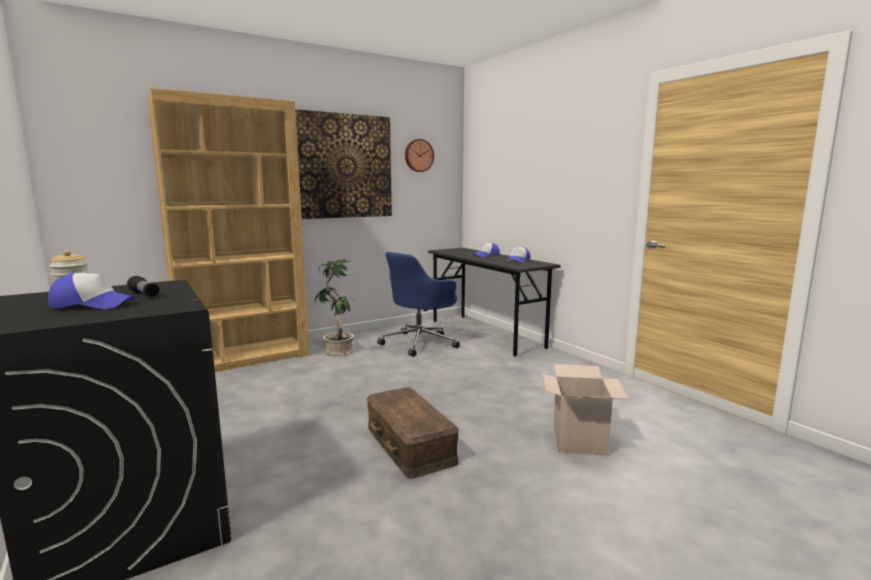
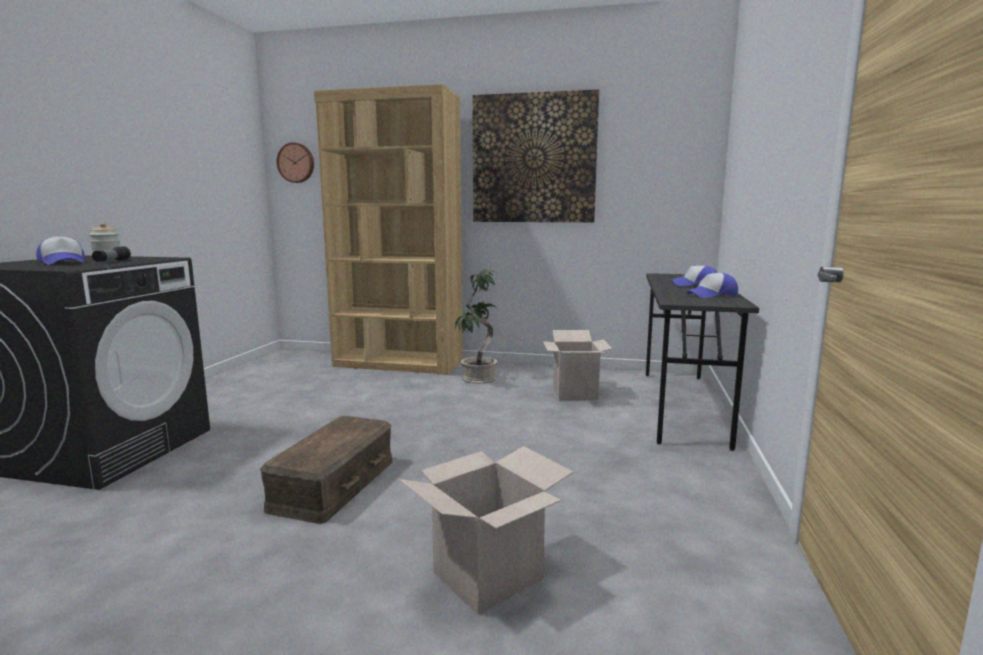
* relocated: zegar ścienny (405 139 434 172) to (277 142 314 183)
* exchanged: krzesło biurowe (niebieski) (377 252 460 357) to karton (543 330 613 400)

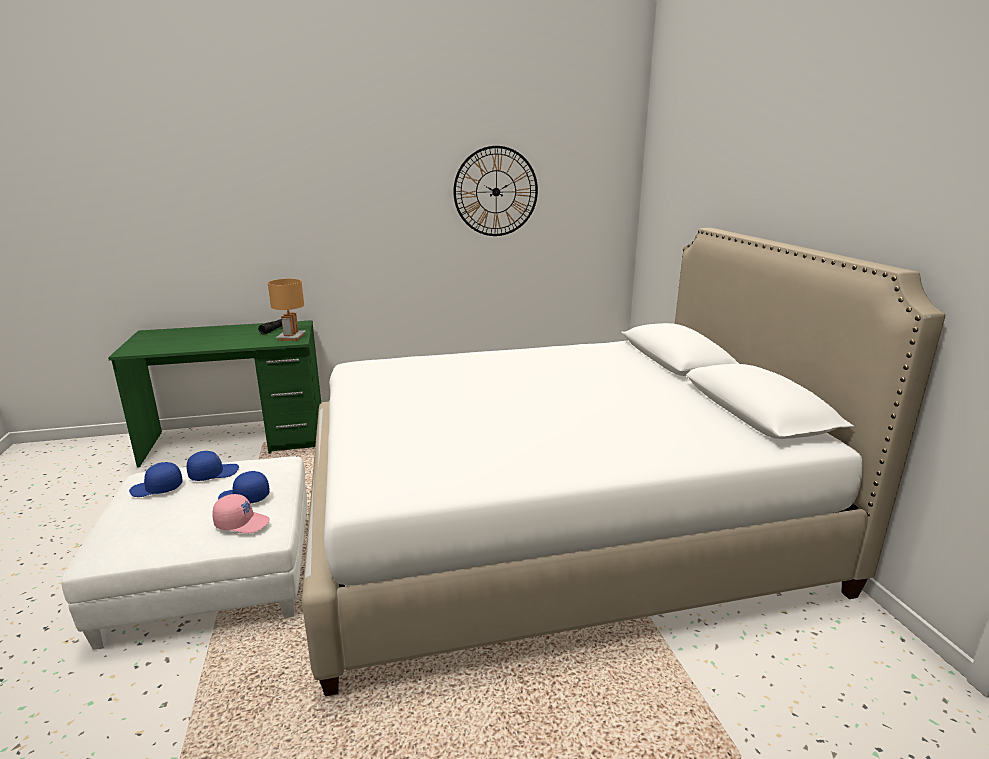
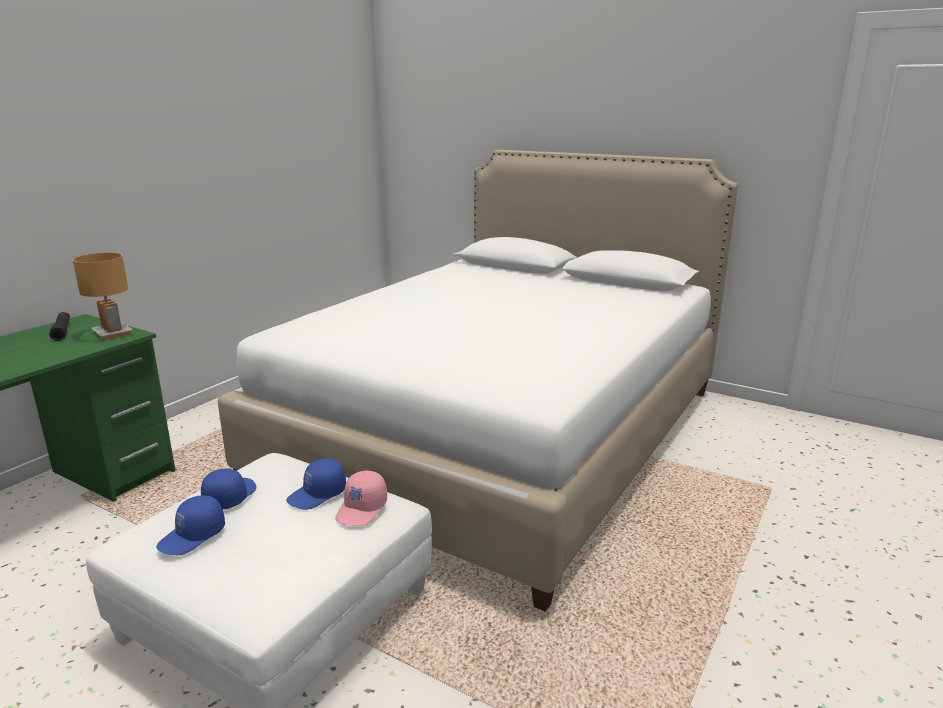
* missing: zegar ścienny (453 146 538 236)
* spun: czapka z daszkiem (różowy) (212 494 270 534) = (335 471 387 526) 150 degrees clockwise

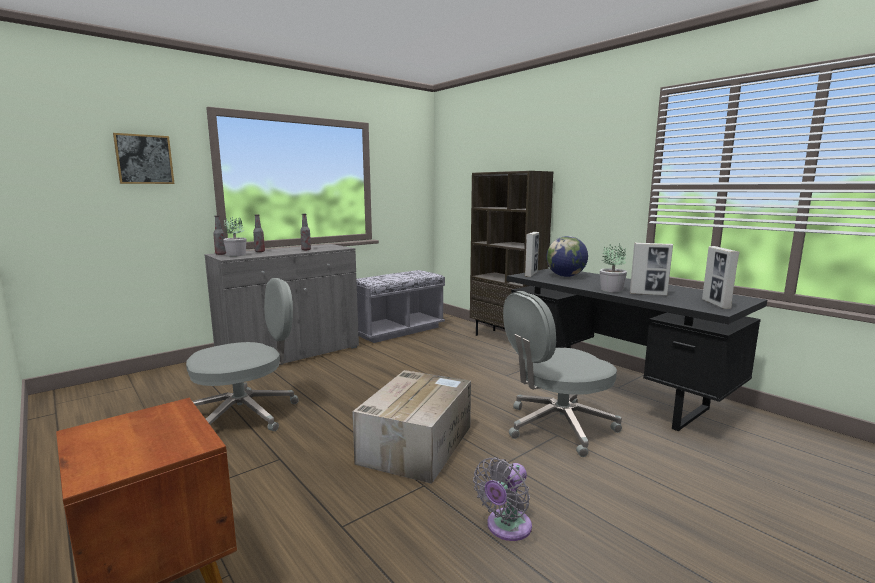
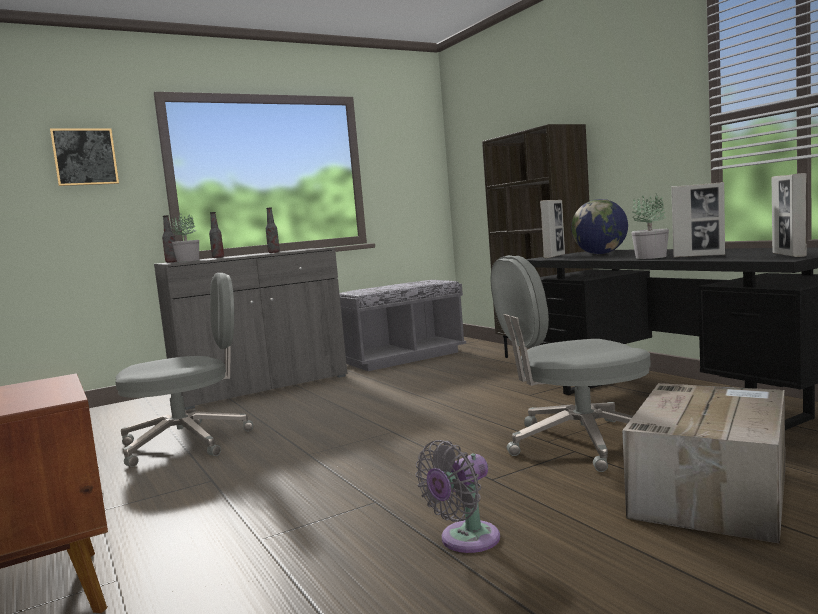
* relocated: karton (352 370 471 484) to (622 383 785 544)

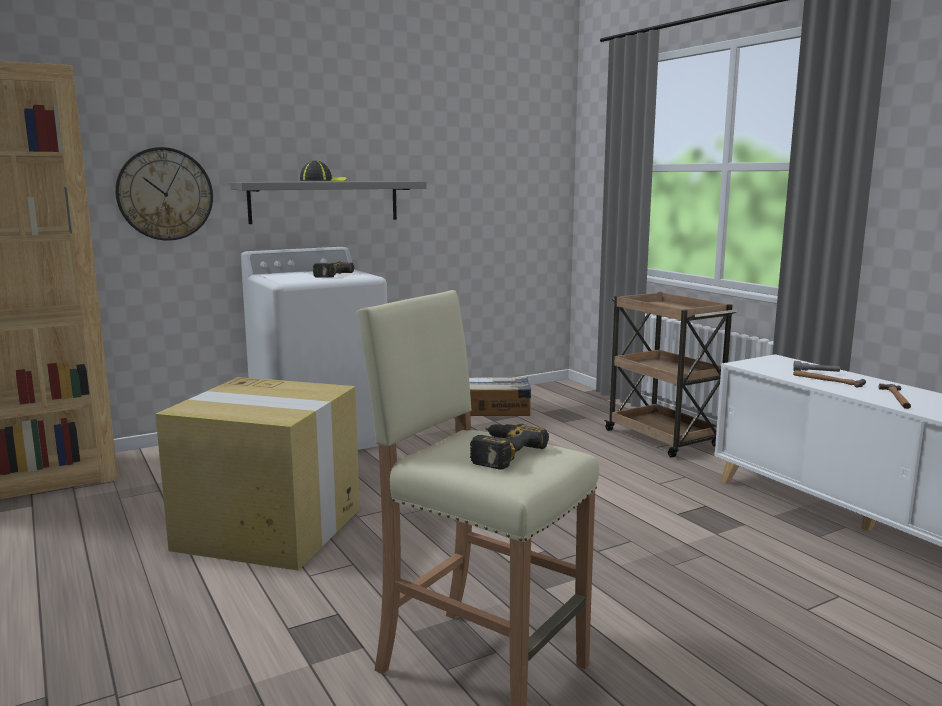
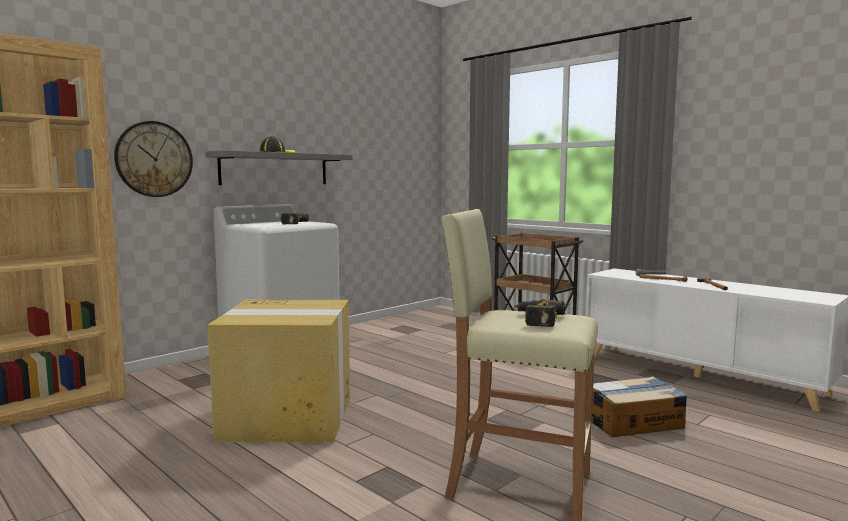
* relocated: karton (469 377 531 416) to (592 376 688 437)

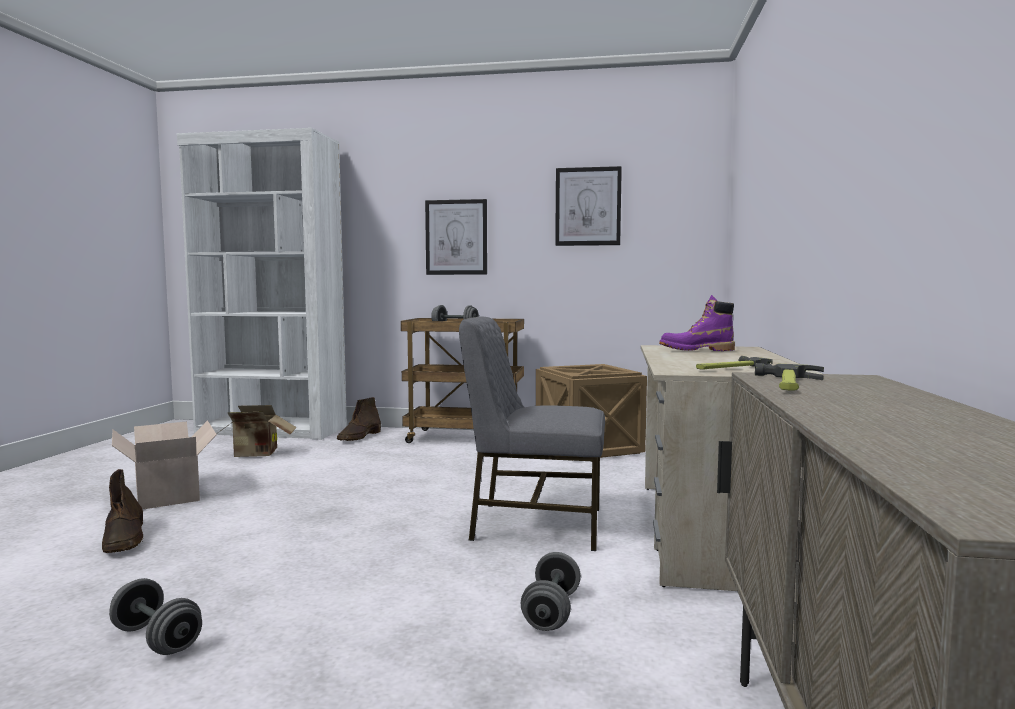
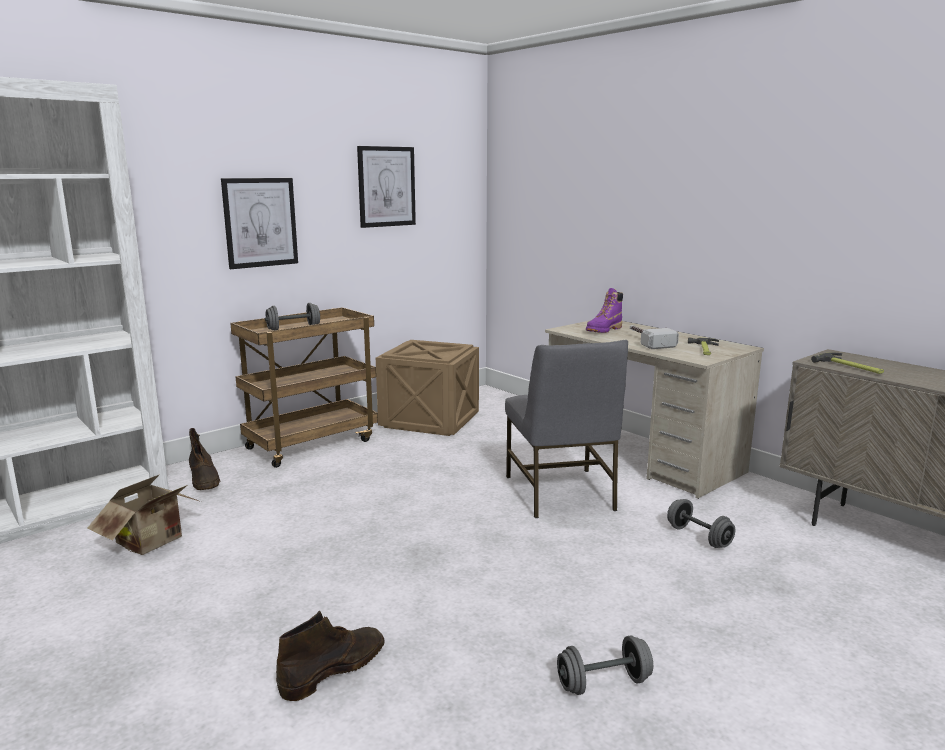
* spun: krzesło (szary) (459 317 605 551) = (505 340 628 518) 60 degrees counterclockwise
* missing: karton (112 420 217 510)
* spun: but z cholewką (brązowy) (102 469 143 553) = (276 611 385 701) 60 degrees counterclockwise
* appeared: młotek (630 325 679 349)

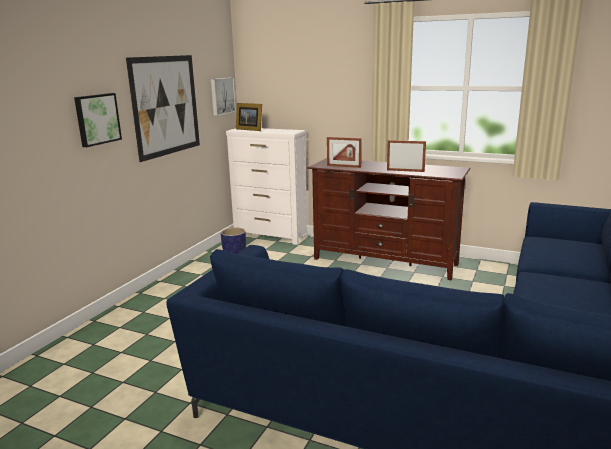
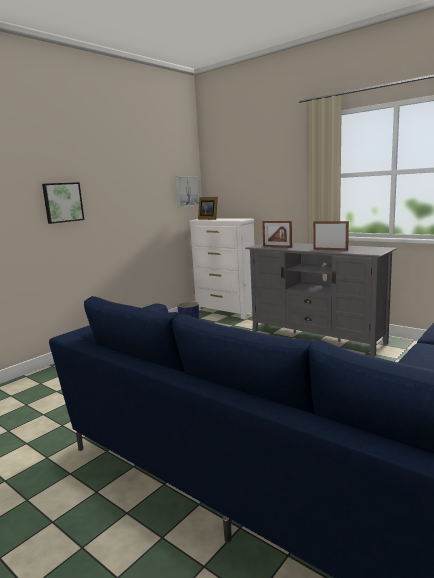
* missing: obraz (126 55 200 162)
* colour: szafka pod telewizor (brązowy) (307 158 471 280) to szafka pod telewizor (szary) (245 243 397 357)

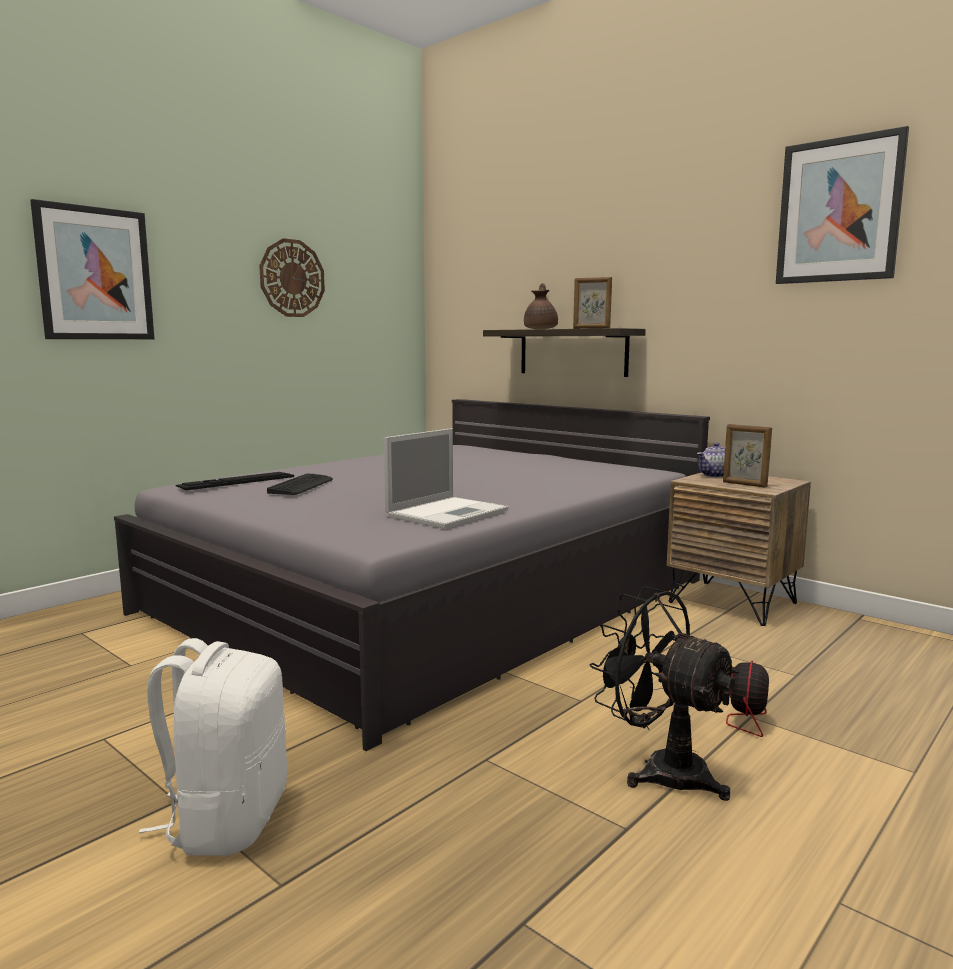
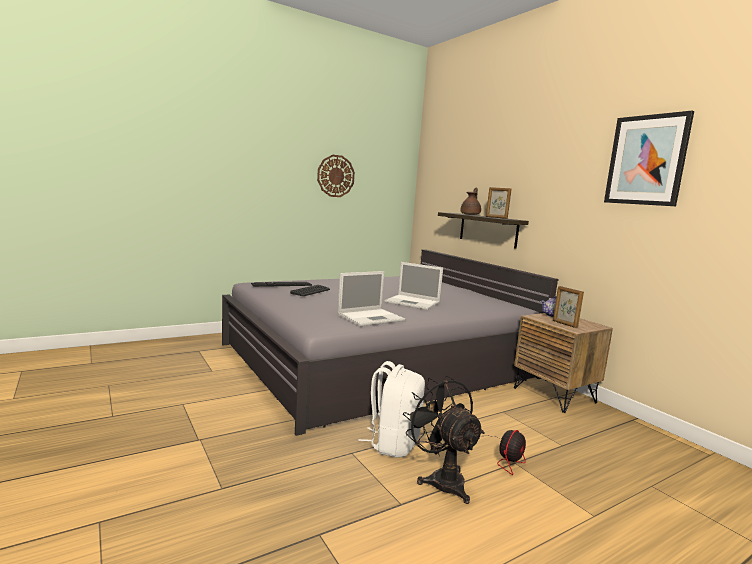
* missing: obraz (30 199 155 339)
* relocated: plecak (biały) (139 638 287 856) to (358 361 425 458)
* appeared: laptop (384 262 443 310)

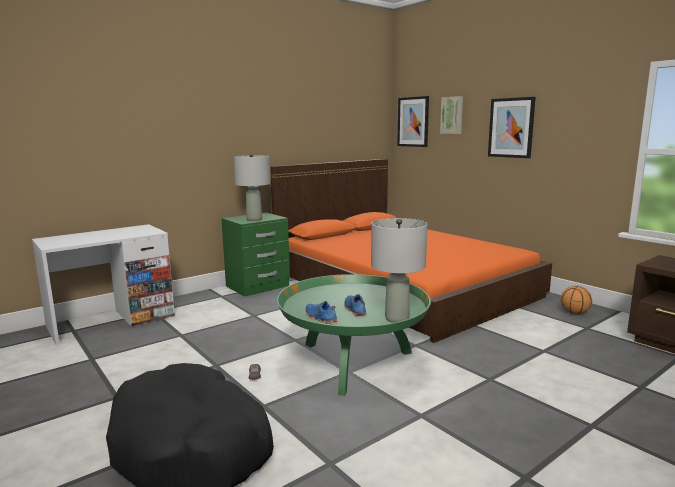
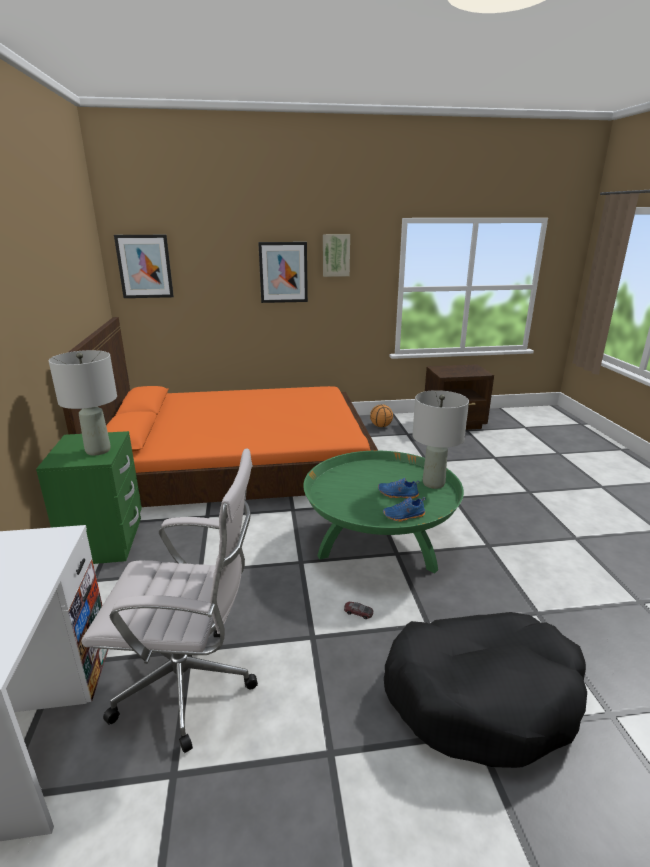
* relocated: obraz (440 96 463 134) to (323 234 350 277)
* appeared: krzesło biurowe (biały) (81 448 258 753)

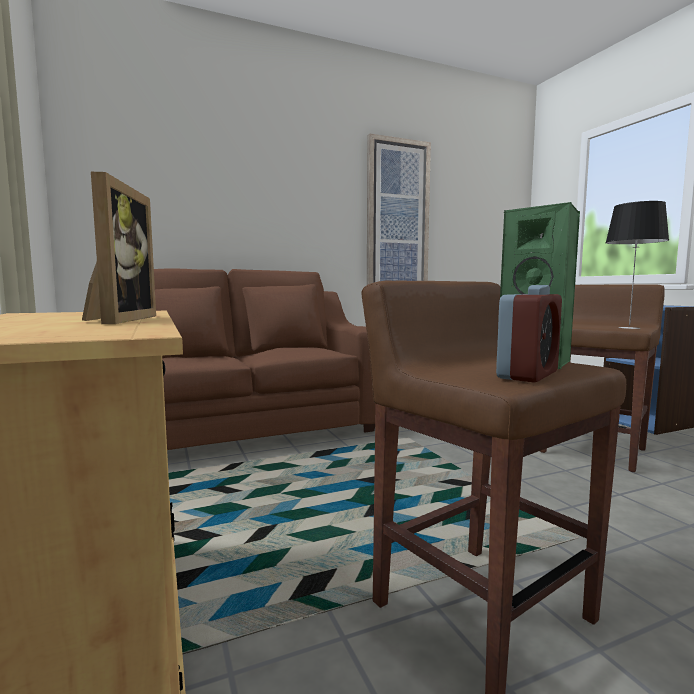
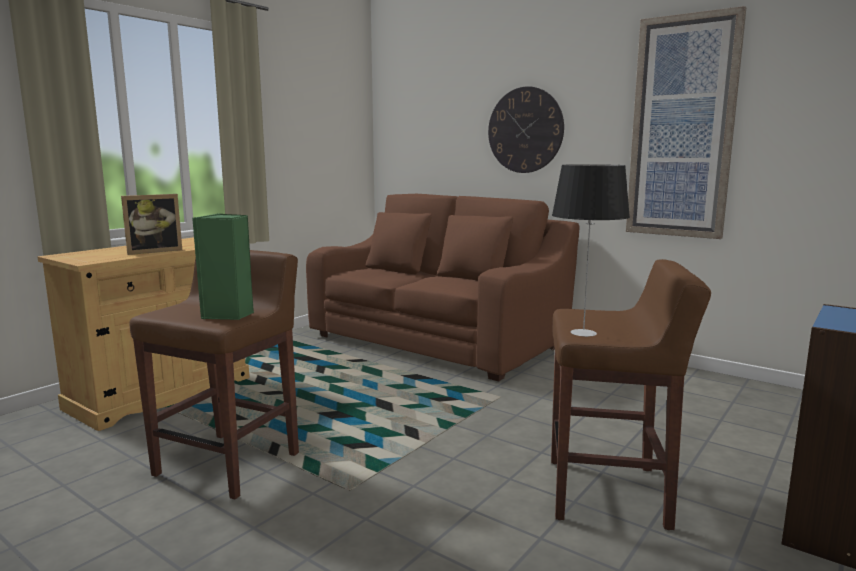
* missing: budzik (496 285 562 383)
* appeared: zegar ścienny (488 86 564 173)

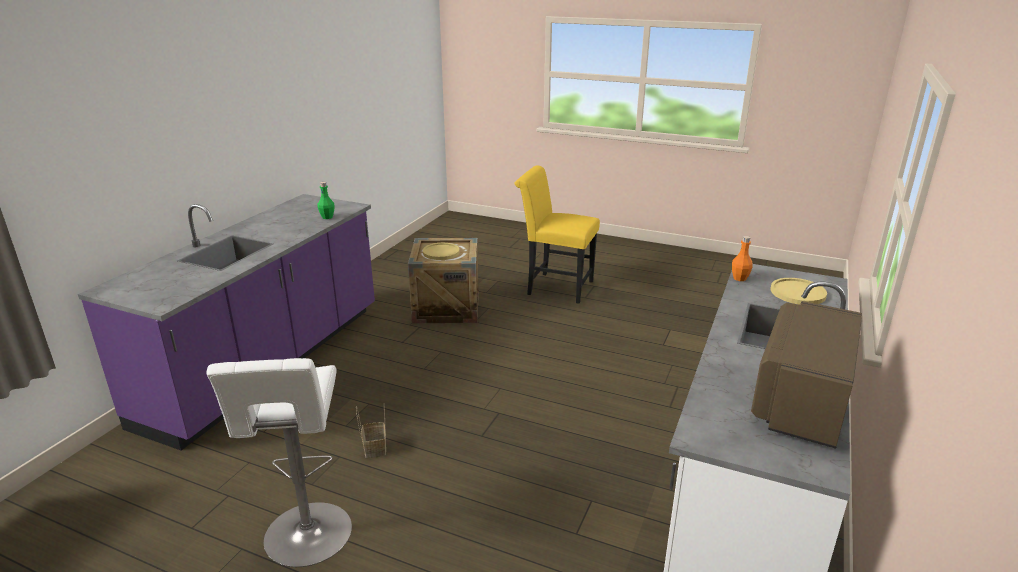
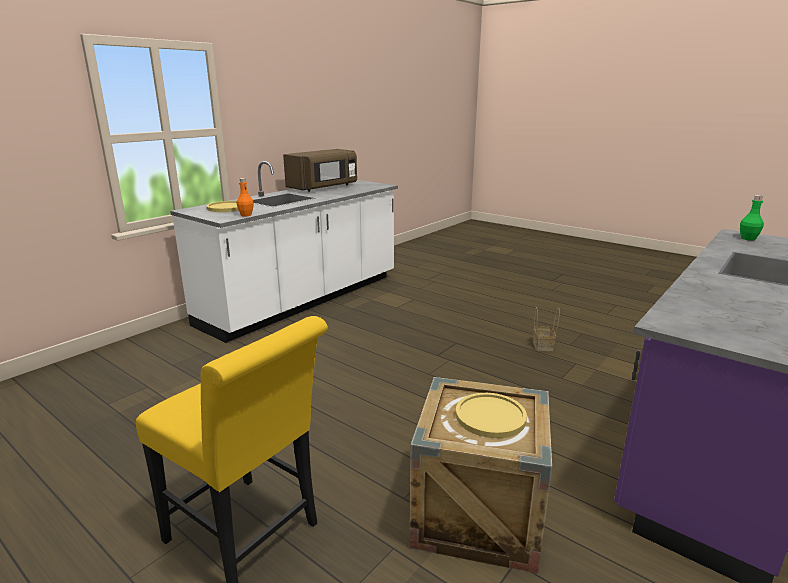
* relocated: butelka (zielony) (317 182 335 219) to (740 195 764 241)
* missing: stołek (biały) (207 358 352 567)

